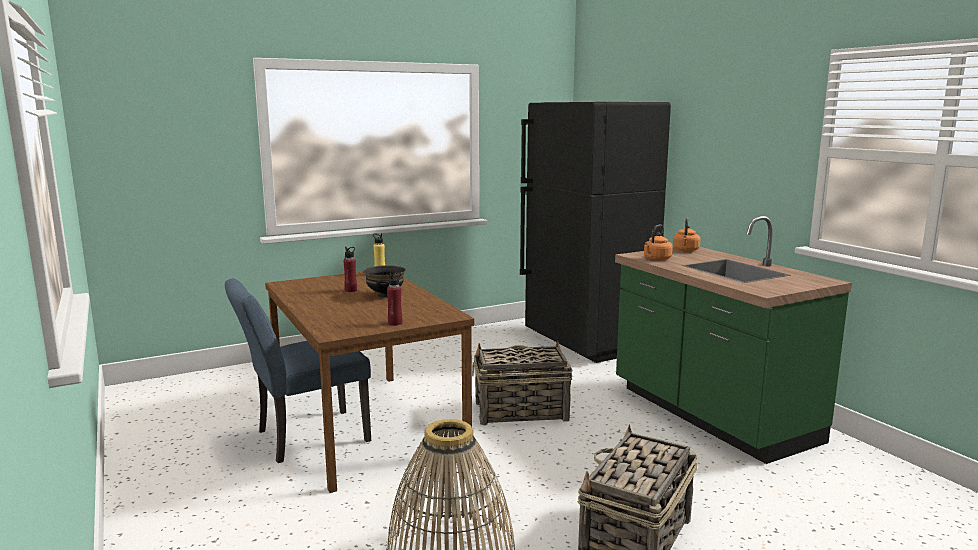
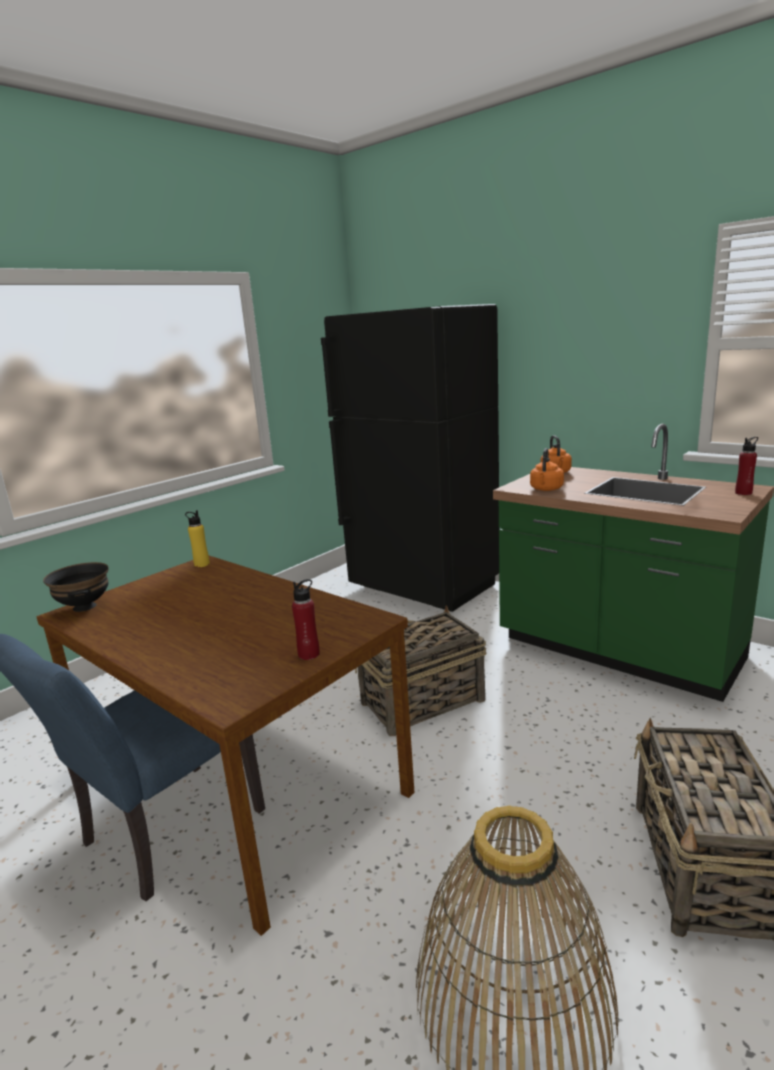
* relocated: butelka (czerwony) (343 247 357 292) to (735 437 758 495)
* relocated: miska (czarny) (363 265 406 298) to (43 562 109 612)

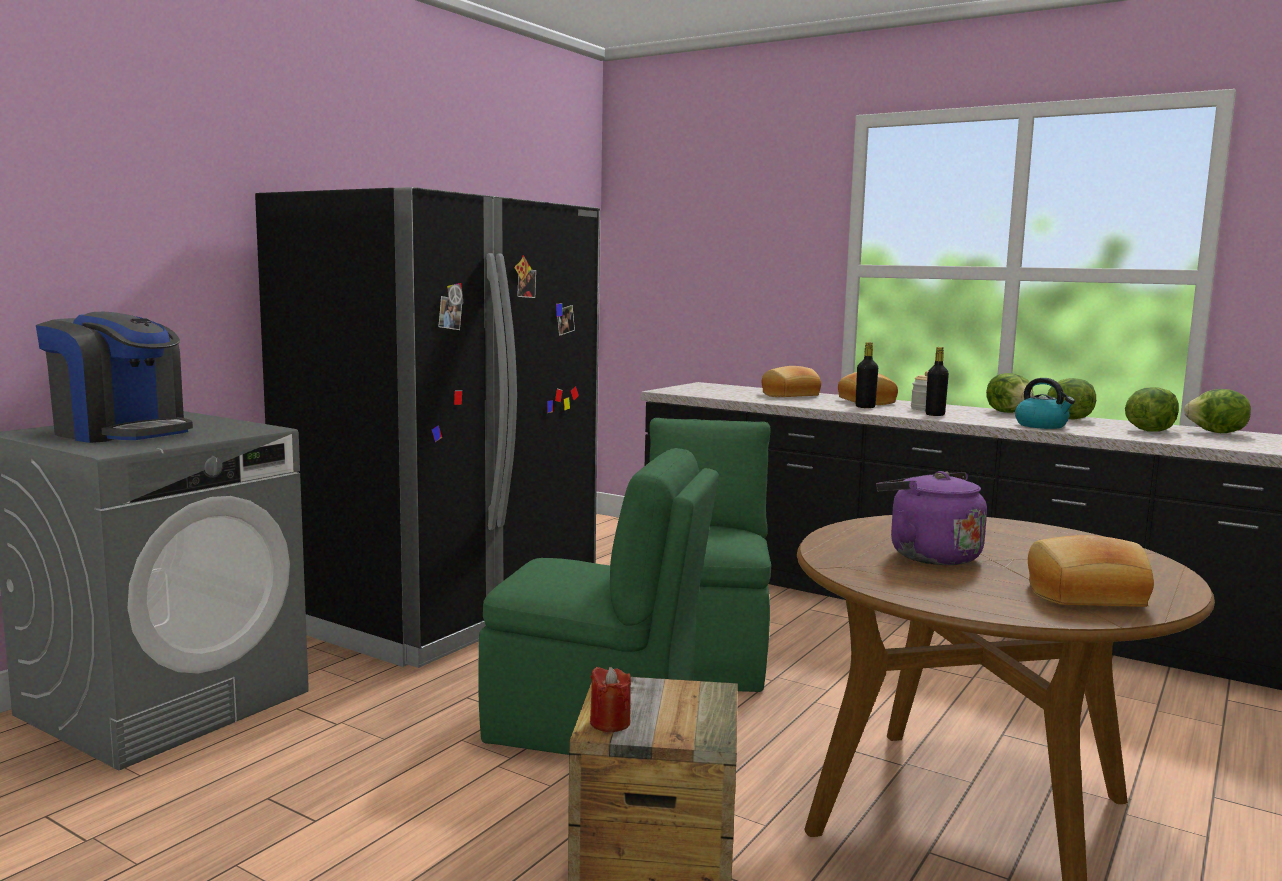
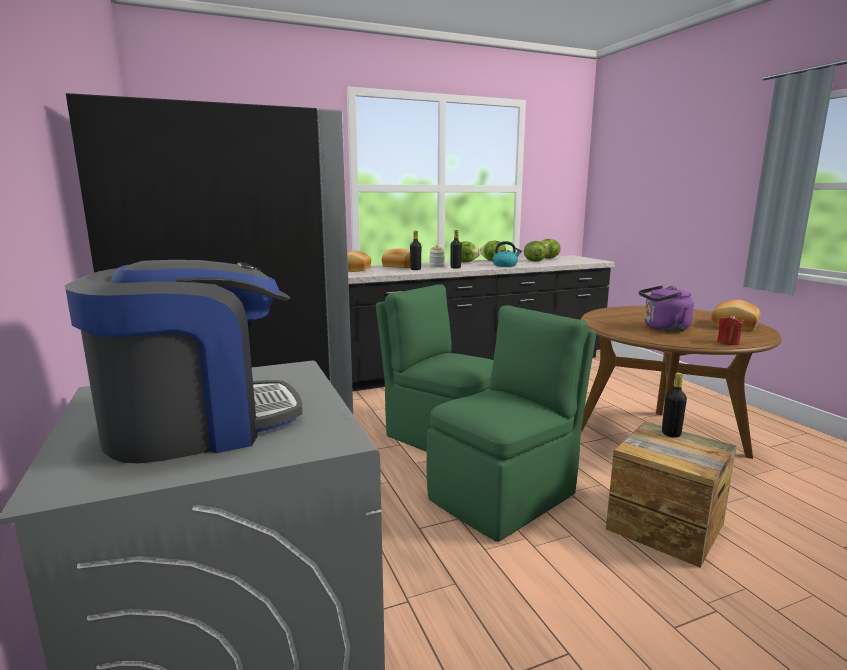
* relocated: świeca (czerwony) (590 667 631 732) to (717 314 744 345)
* appeared: butelka (czarny) (662 373 687 438)

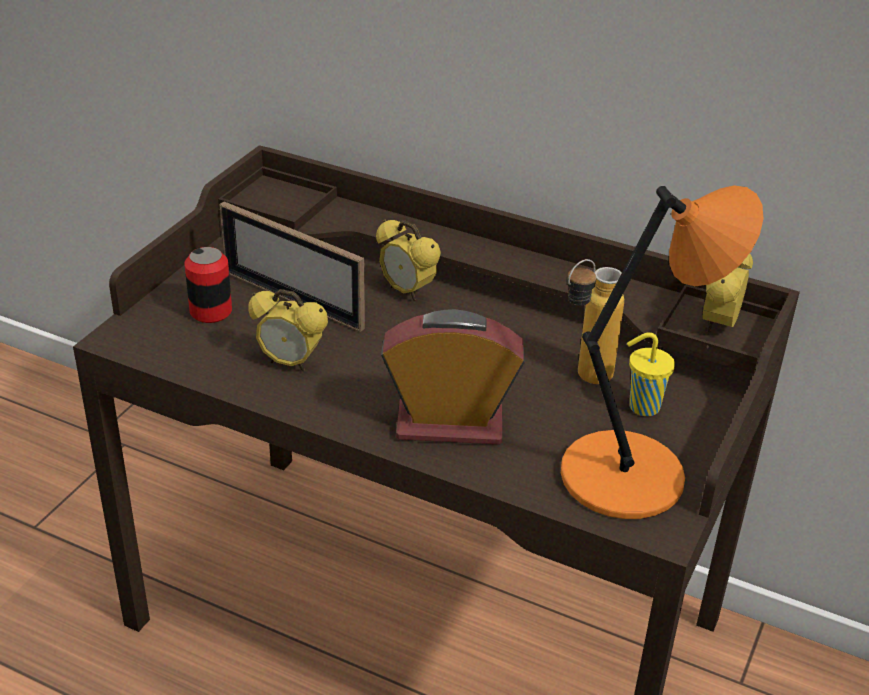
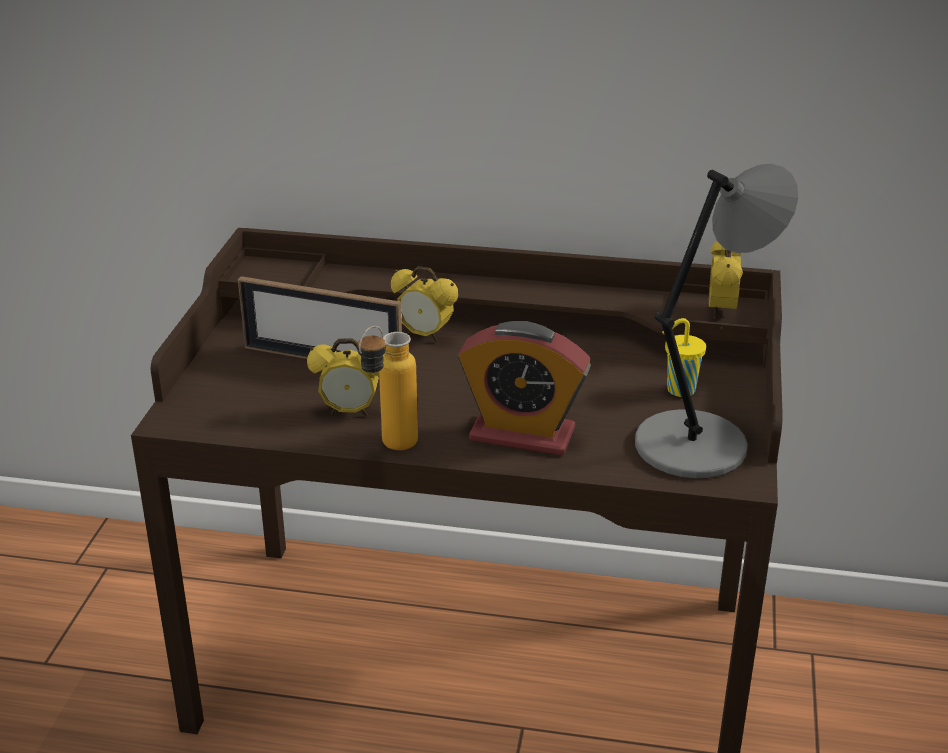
* colour: lampa stołowa (pomarańczowy) (561 185 764 519) to lampa stołowa (szary) (635 164 798 478)
* missing: puszka (184 247 232 323)
* relocated: butelka (567 259 624 384) to (357 326 418 450)
* spun: budzik (381 309 525 444) = (458 321 591 455) 150 degrees counterclockwise

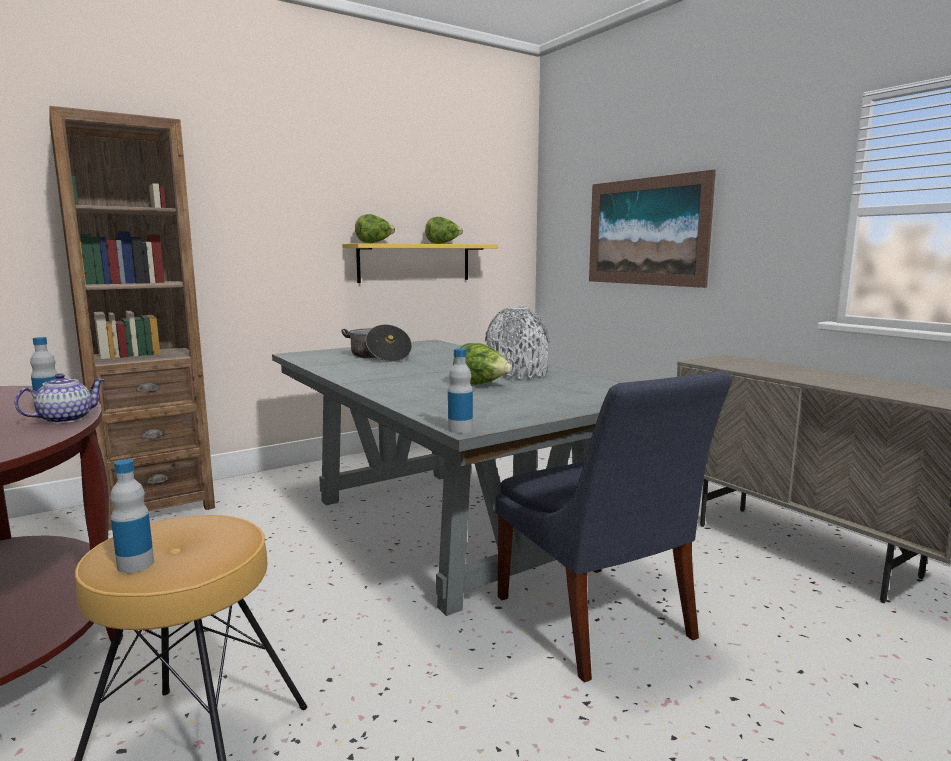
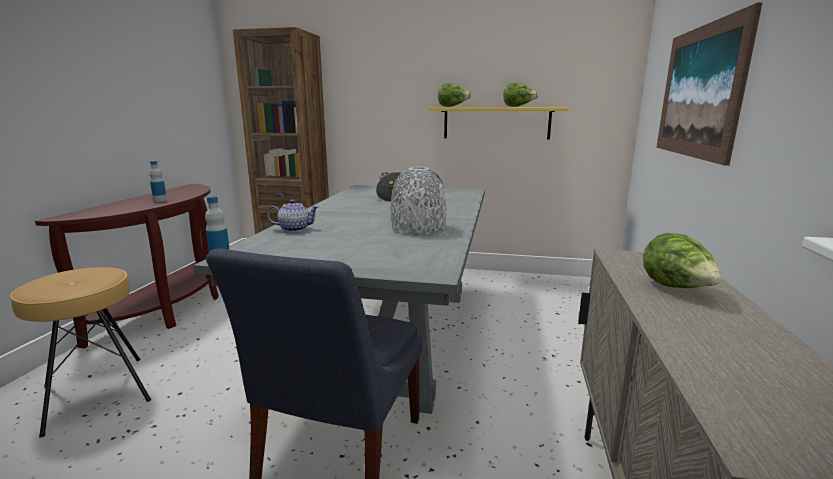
* relocated: sałata (453 343 512 385) to (643 233 722 288)
* relocated: imbryk (14 373 105 424) to (267 199 319 232)
* missing: butelka (110 459 154 573)

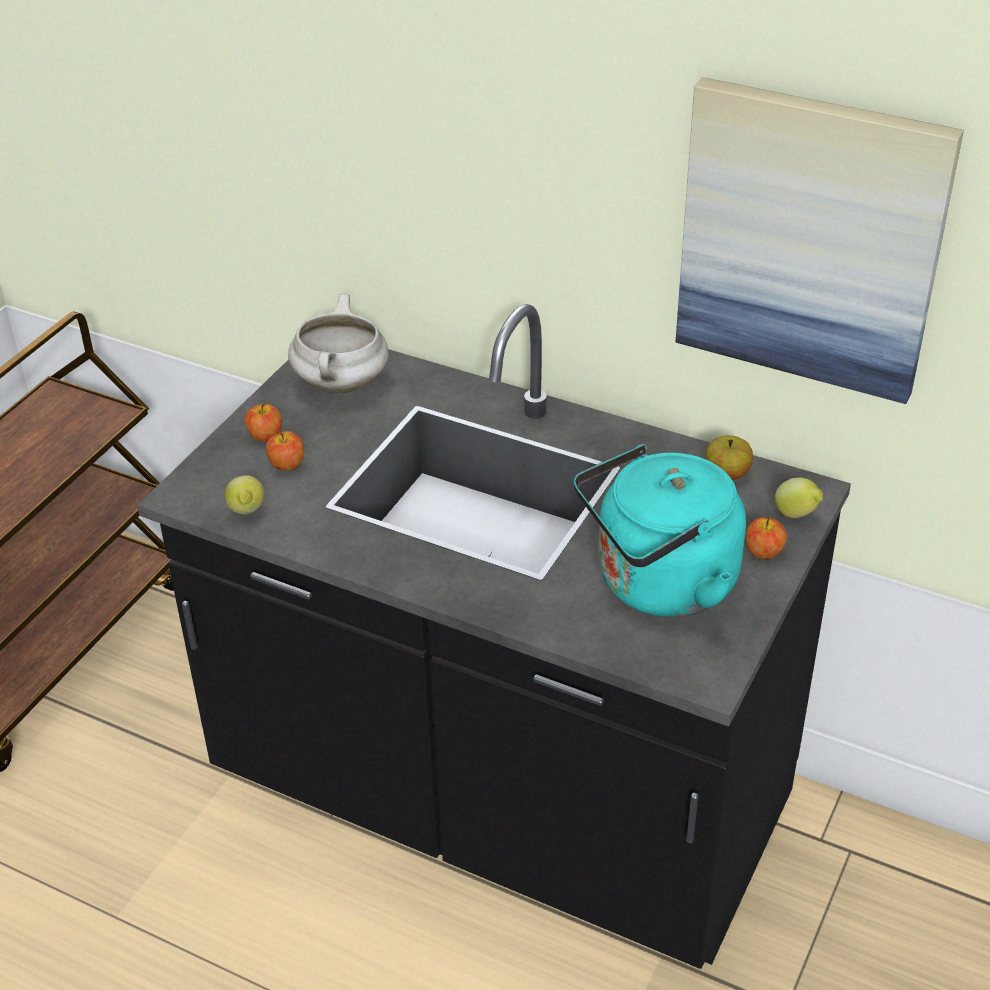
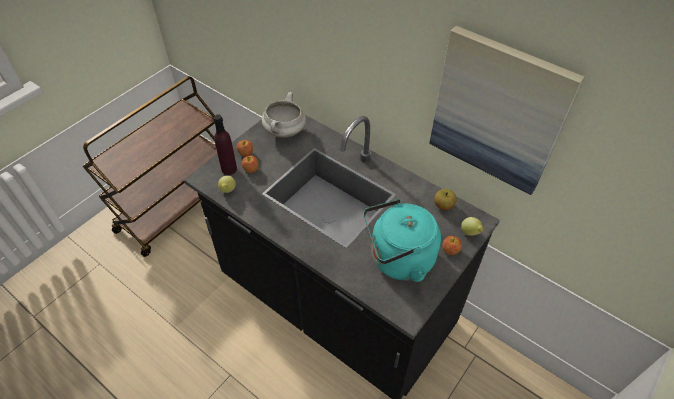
* appeared: butelka (fioletowy) (213 115 237 175)

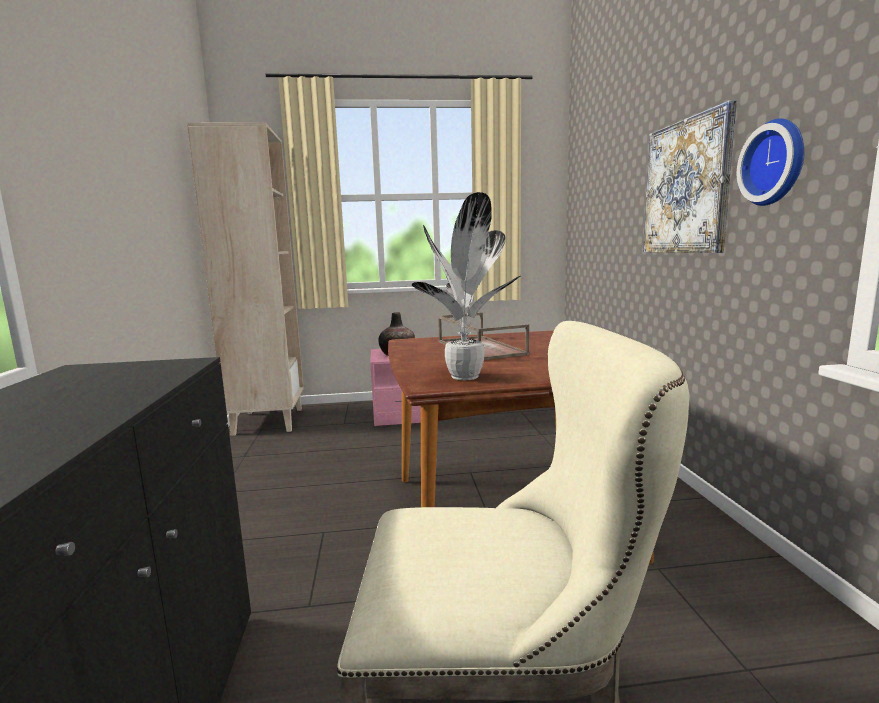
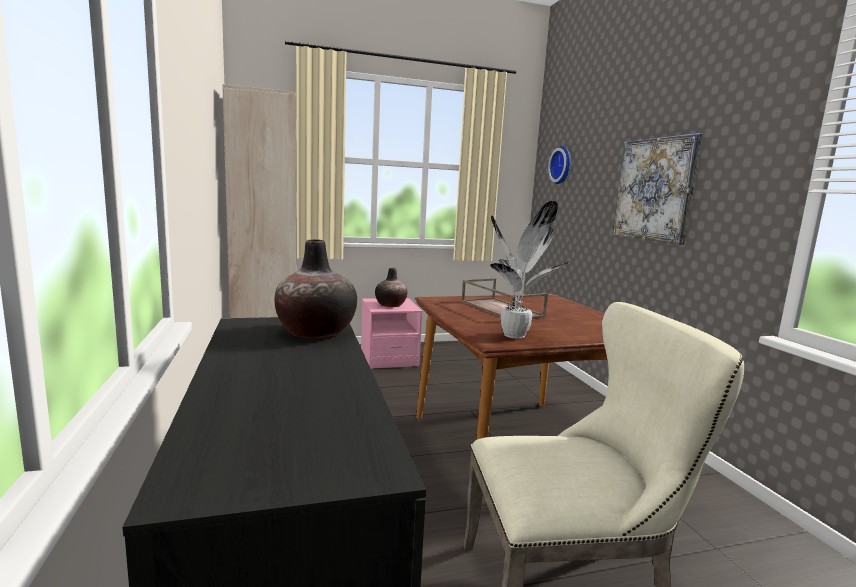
* relocated: zegar ścienny (737 118 805 206) to (548 146 571 184)
* appeared: wazon (275 239 357 338)

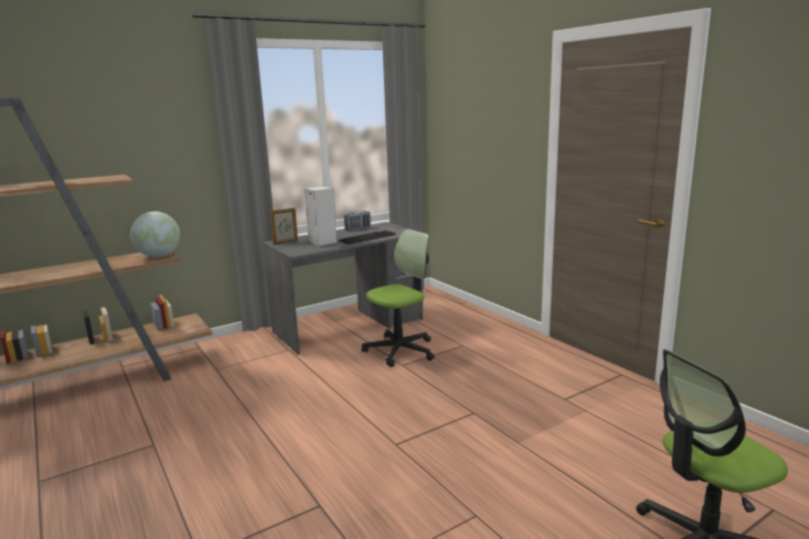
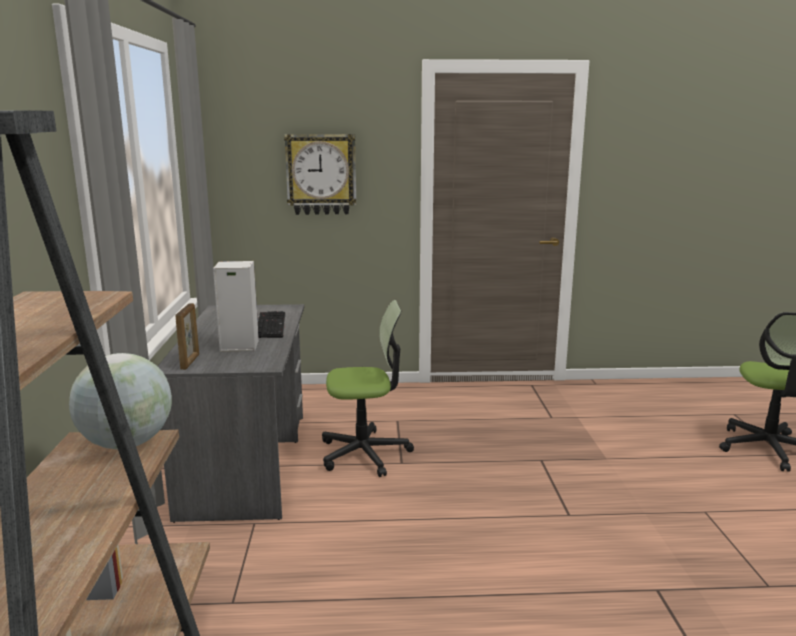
* missing: radio (344 210 371 231)
* spun: krzesło biurowe (362 229 435 367) = (322 300 414 477) 90 degrees clockwise
* appeared: zegar ścienny (284 134 356 215)

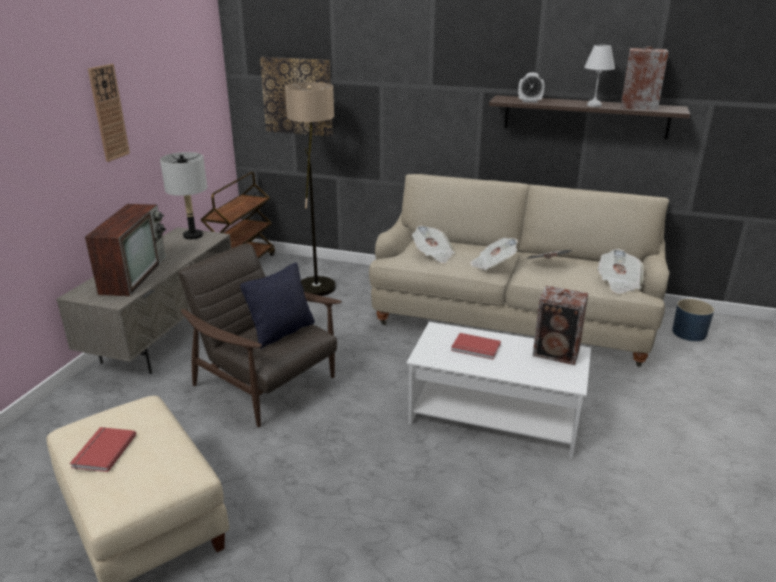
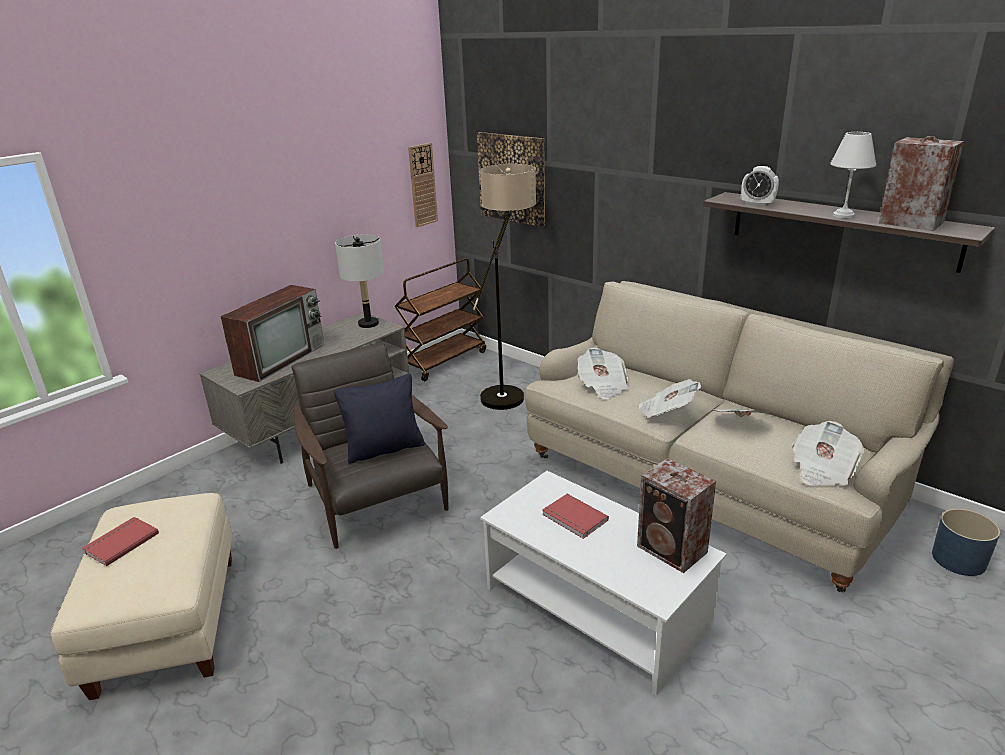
* relocated: zegar ścienny (88 64 130 162) to (408 143 438 227)

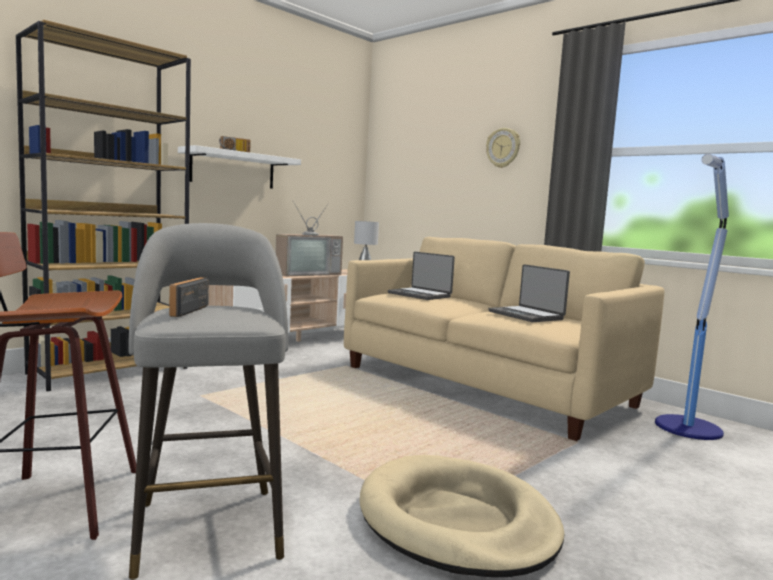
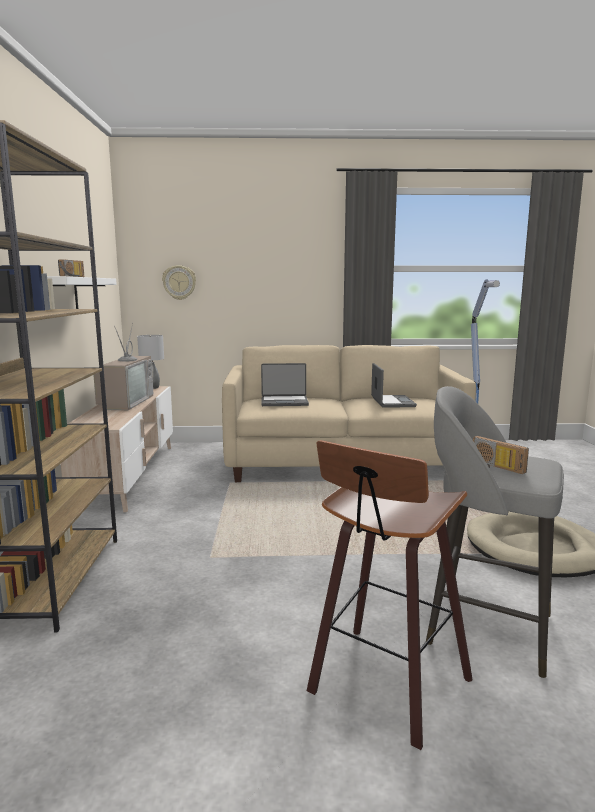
* relocated: zegar ścienny (486 128 520 168) to (162 265 196 300)
* spun: laptop (488 264 570 322) = (371 363 417 408) 105 degrees counterclockwise

